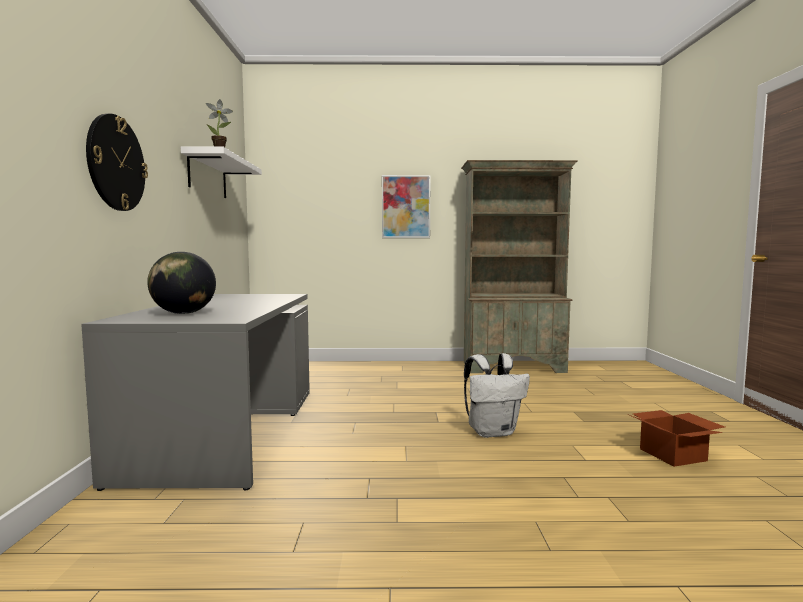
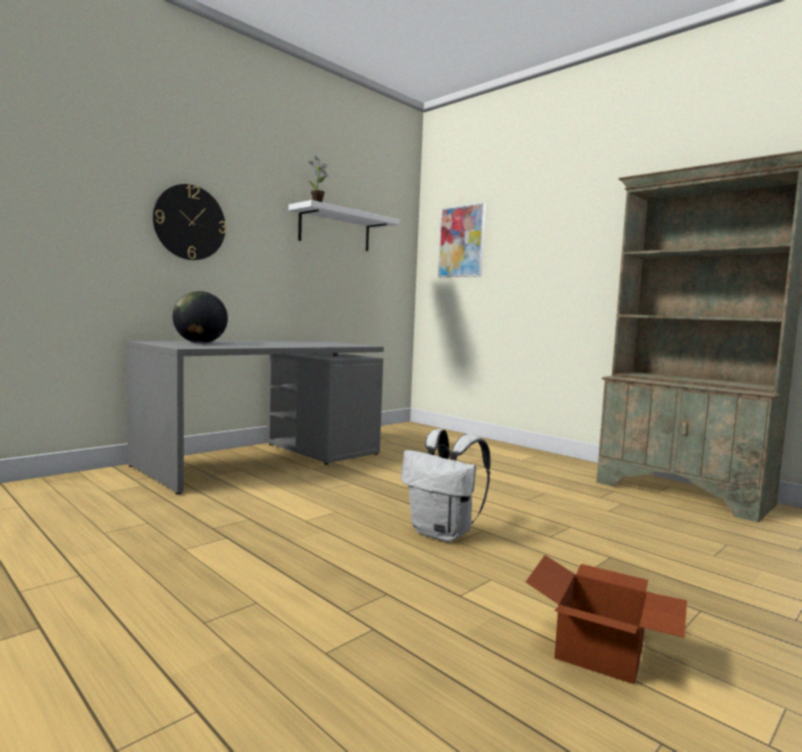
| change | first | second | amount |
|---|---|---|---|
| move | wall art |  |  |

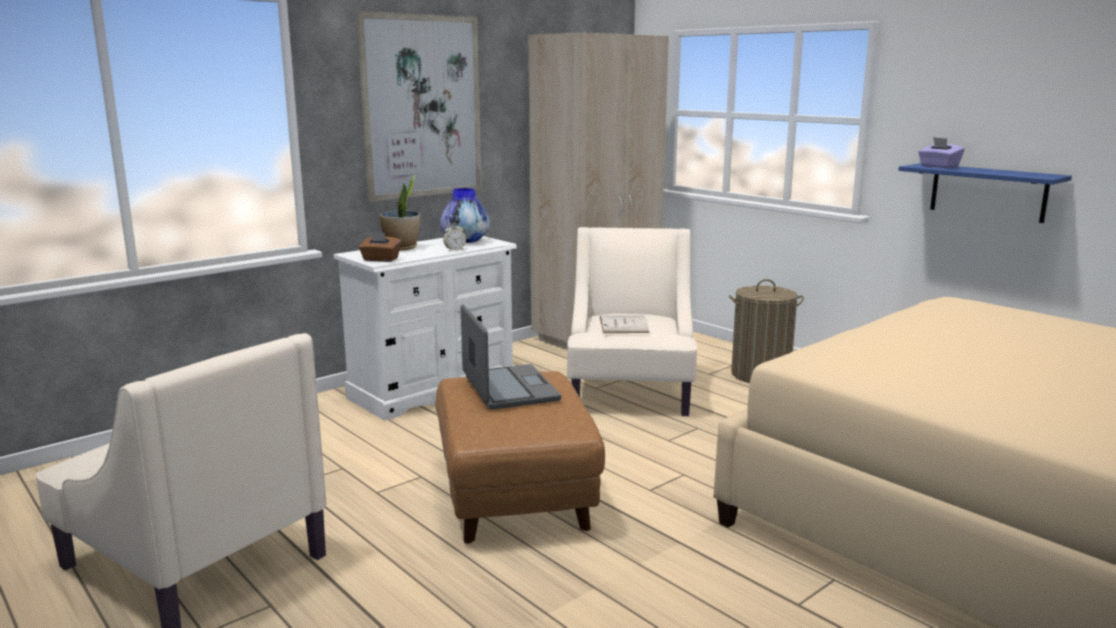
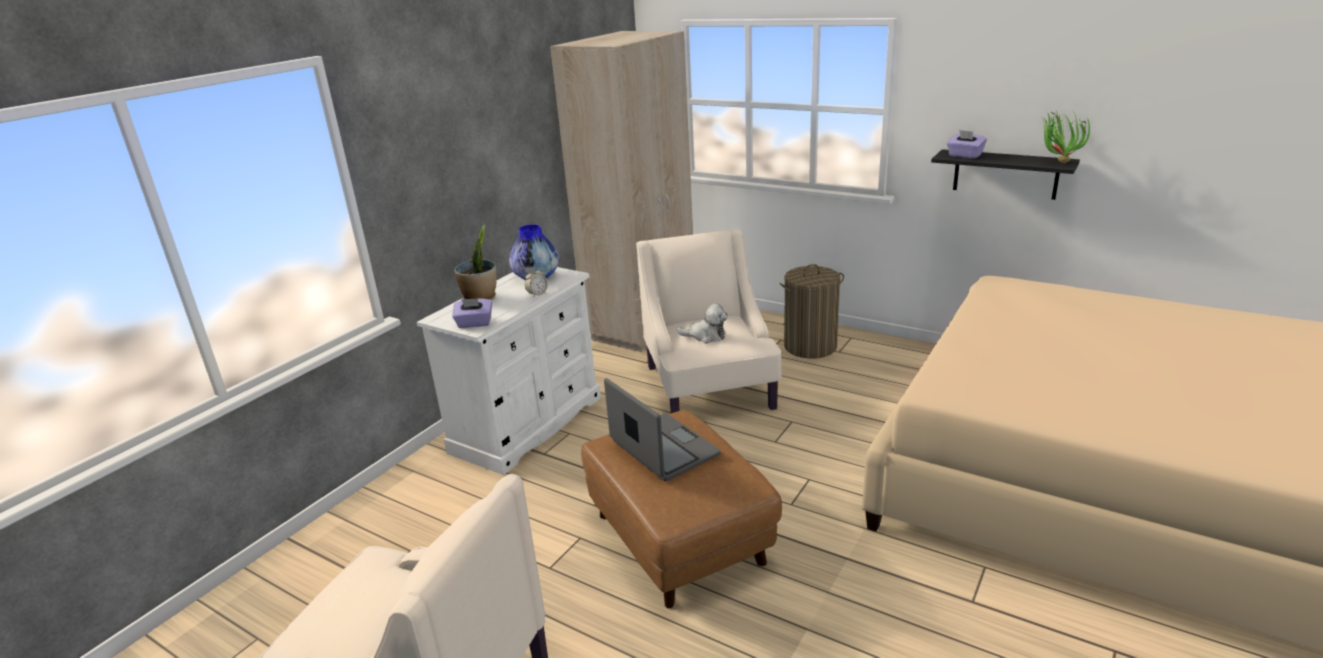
| change | first | second | amount |
|---|---|---|---|
| delete | wall art |  |  |
| recolor | brownish tissue holder | purple-coloured tissue holder (1st from left) |  |
| replace | whitish book | cuddly toy |  |
| recolor | blue-coloured bracket shelf | black-coloured bracket shelf |  |
| insert |  | houseplant (2nd from left) |  |

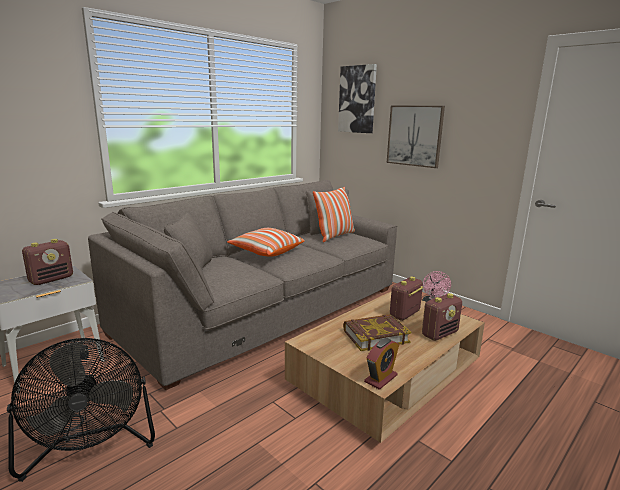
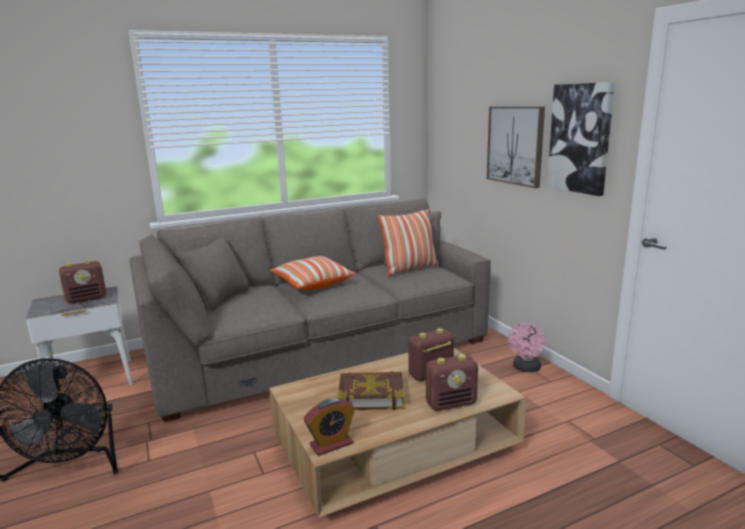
| change | first | second | amount |
|---|---|---|---|
| move | wall art (1st from left in the first image) | wall art (2nd from left) |  |

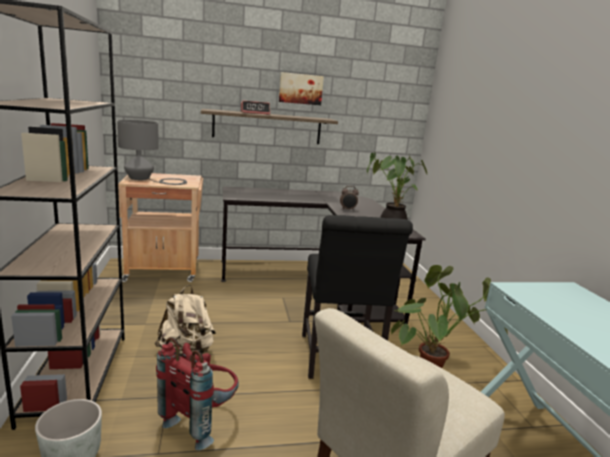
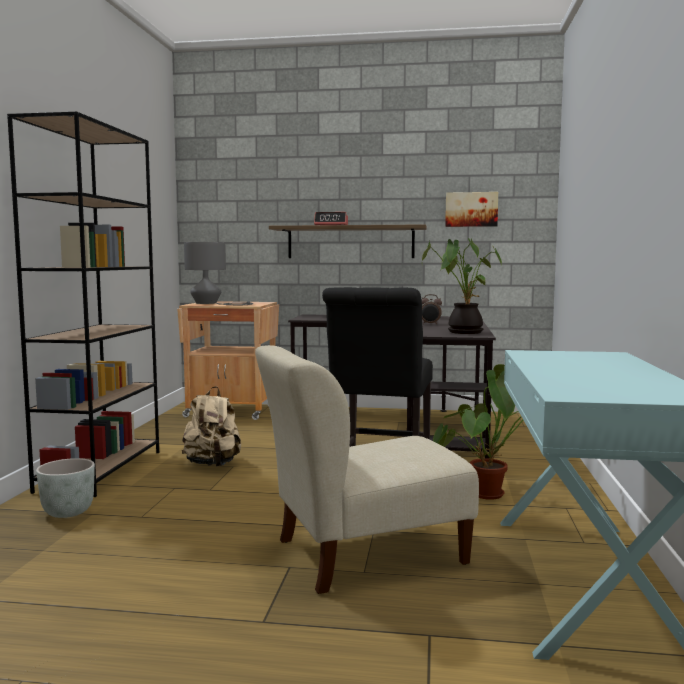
| change | first | second | amount |
|---|---|---|---|
| delete | red rucksack |  |  |
| move | wall art |  |  |

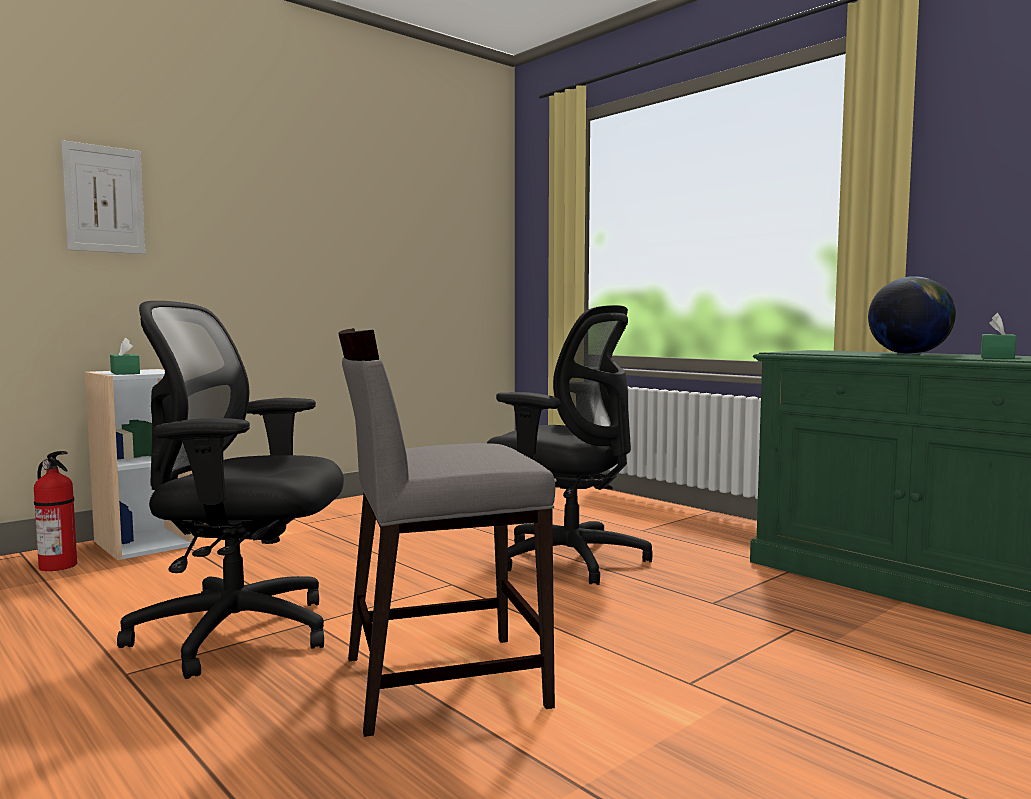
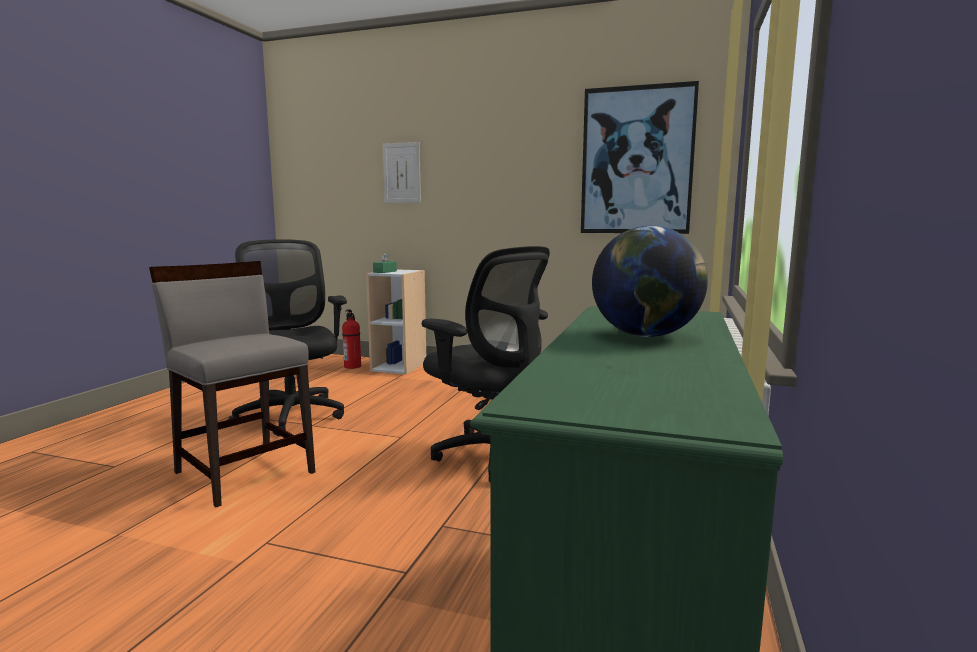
| change | first | second | amount |
|---|---|---|---|
| rotate | black-coloured office chair (2nd from left) |  | 45 degrees counterclockwise |
| delete | greenish tissue holder (2nd from left) |  |  |
| insert |  | wall art (2nd from left) |  |

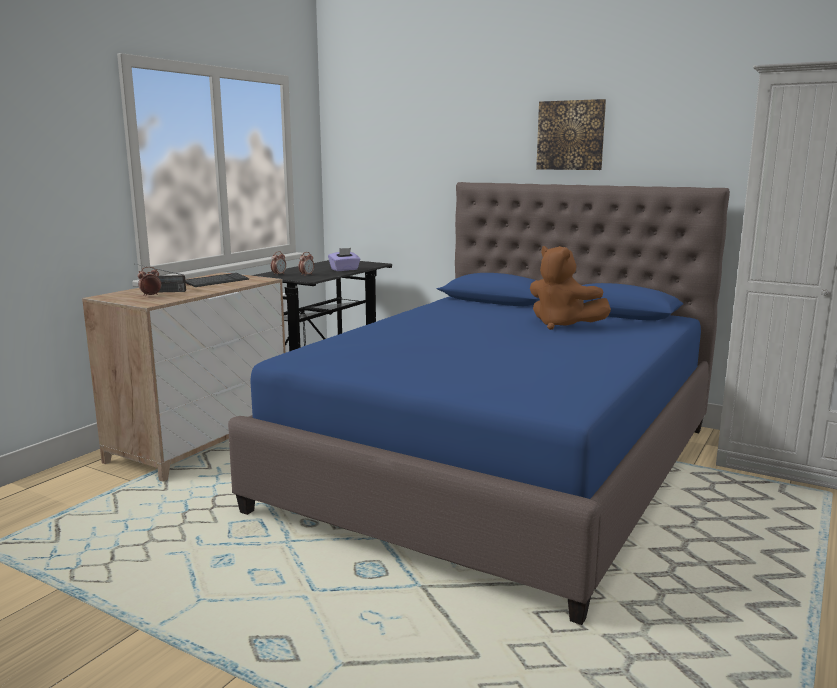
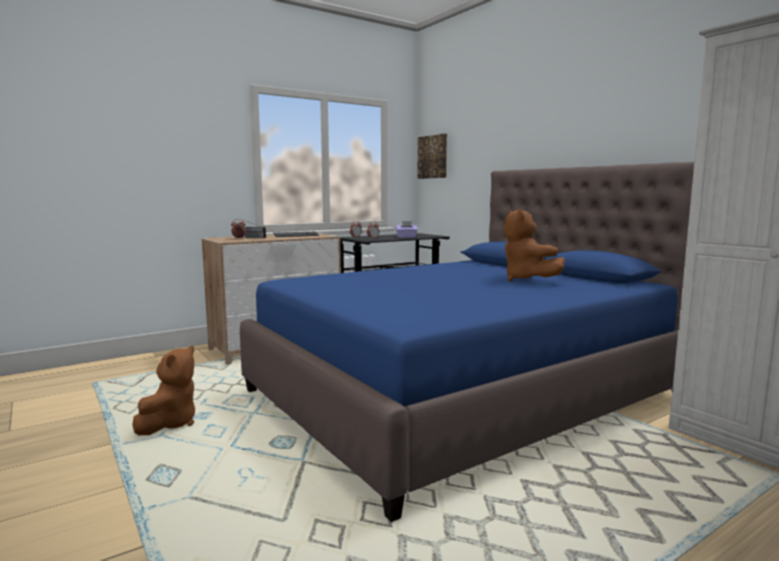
| change | first | second | amount |
|---|---|---|---|
| move | wall art |  |  |
| insert |  | brownish cuddly toy (1st from left) |  |

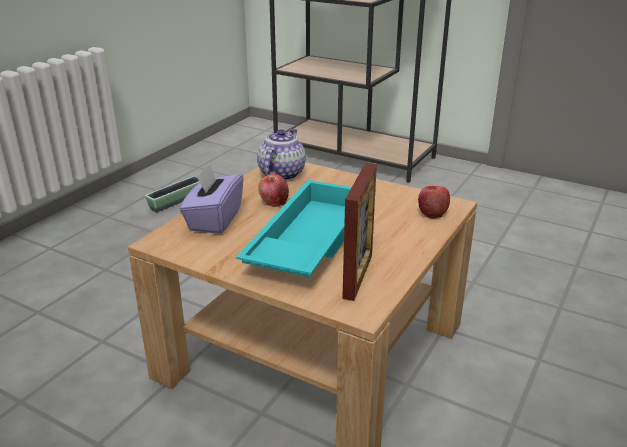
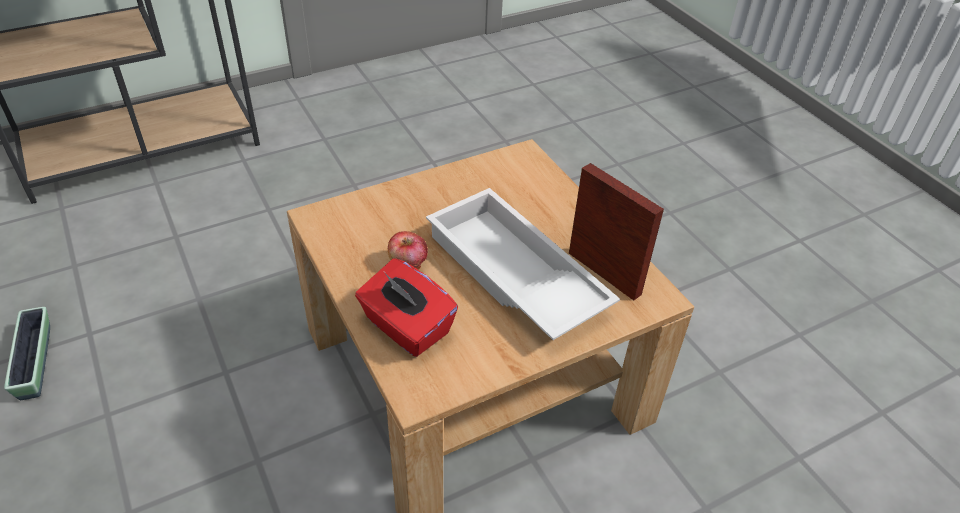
| change | first | second | amount |
|---|---|---|---|
| recolor | purple-coloured tissue holder | red tissue holder |  |
| recolor | blue-green tray | whitish tray |  |
| delete | teapot |  |  |
| delete | whole apple (2nd from left) |  |  |

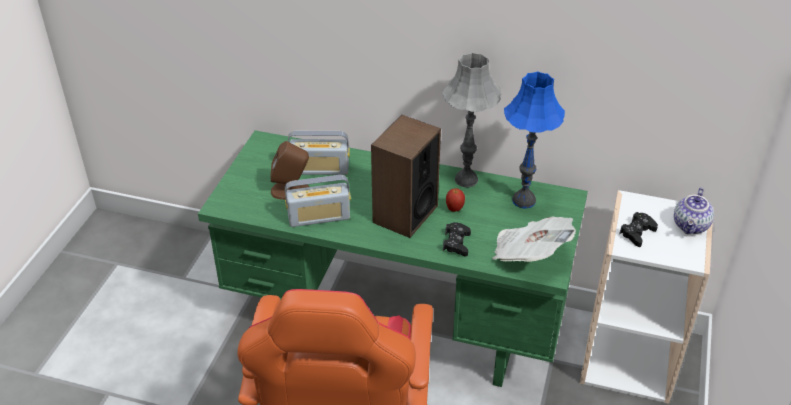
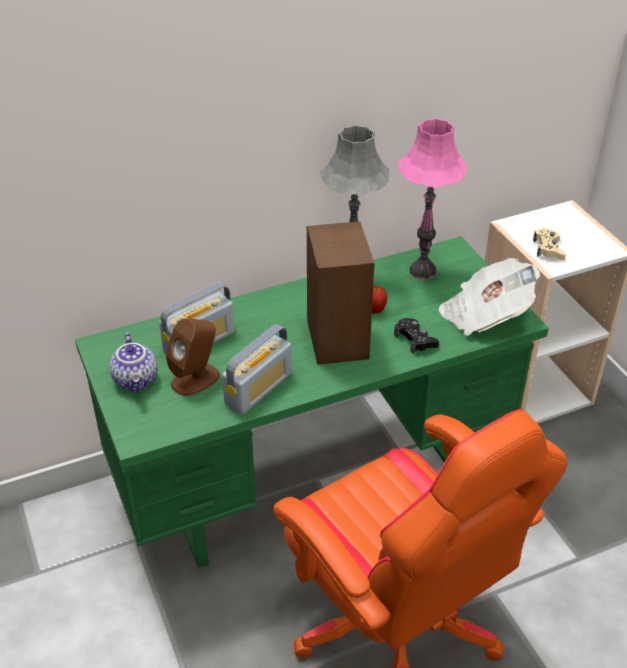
| change | first | second | amount |
|---|---|---|---|
| recolor | blue-coloured lamp for a table | pink lamp for a table |  |
| recolor | black-coloured joypad (2nd from left) | beige-coloured joypad |  |
| move | teapot |  |  |

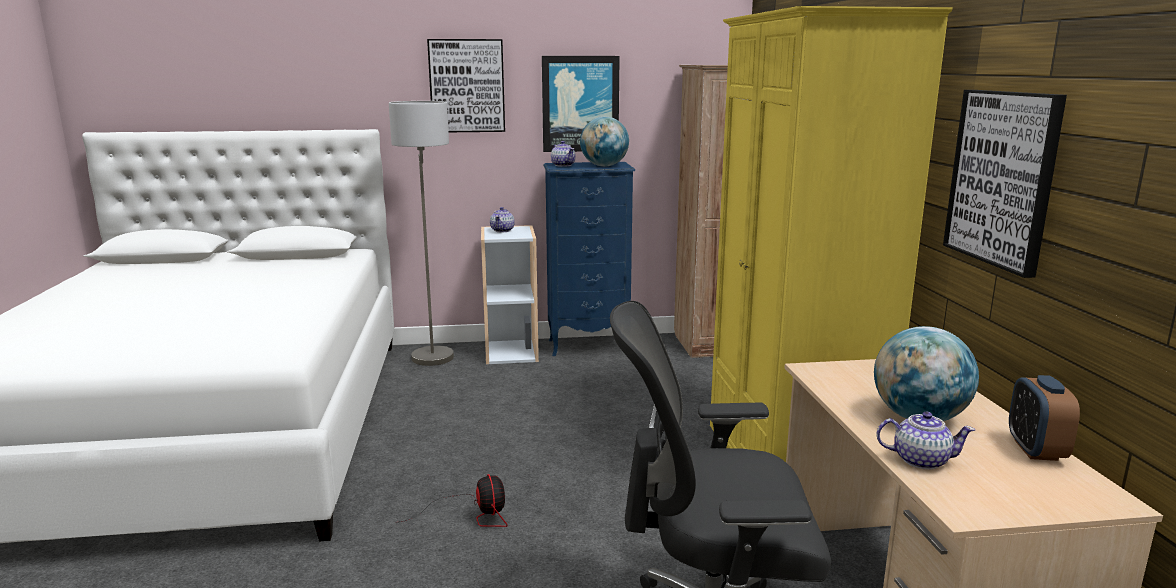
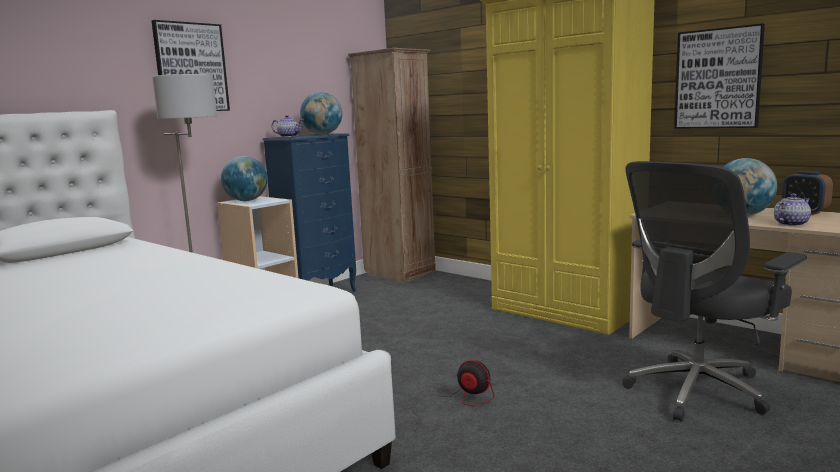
| change | first | second | amount |
|---|---|---|---|
| replace | teapot (1st from left) | desk globe (1st from left) |  |
| delete | wall art (2nd from left) |  |  |

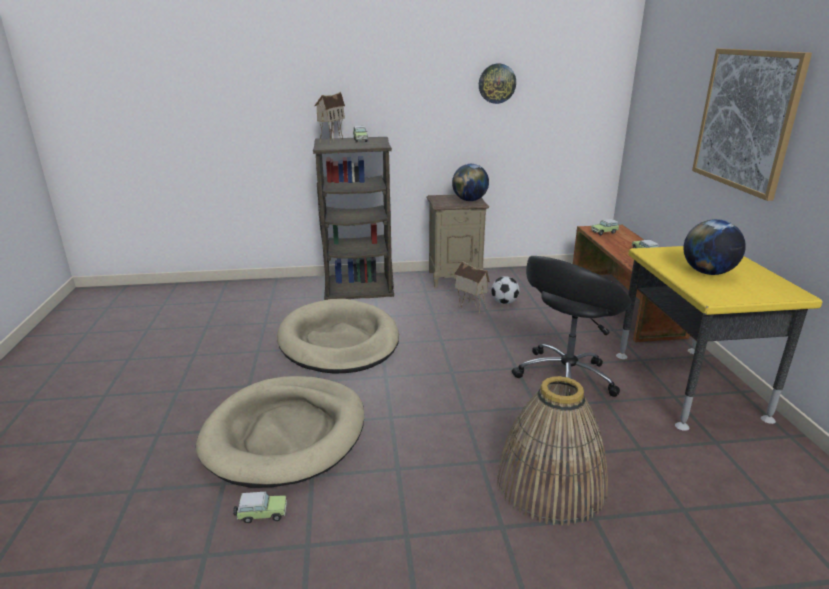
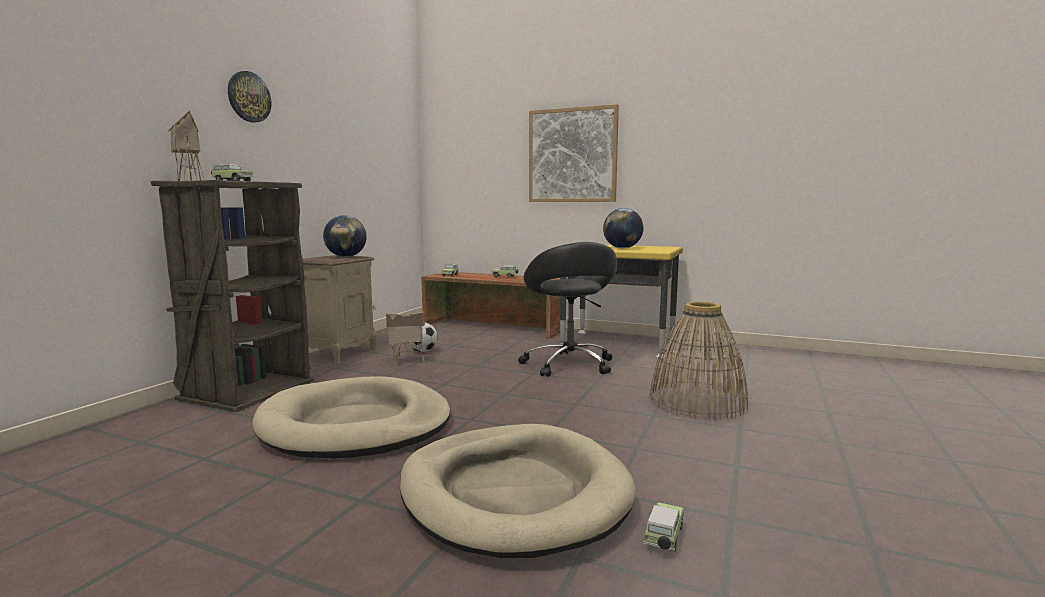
| change | first | second | amount |
|---|---|---|---|
| move | wall clock |  |  |

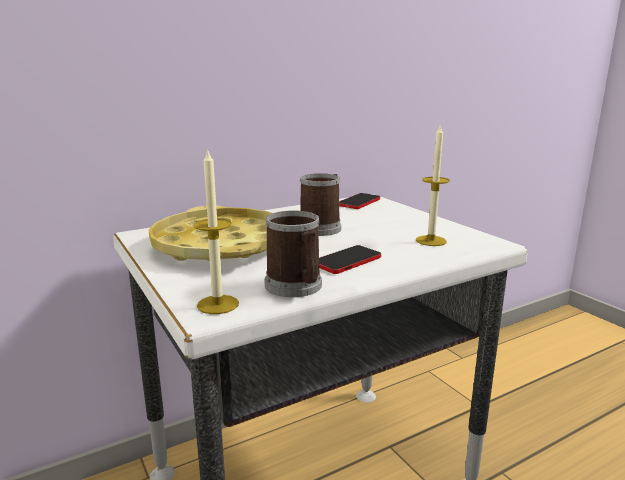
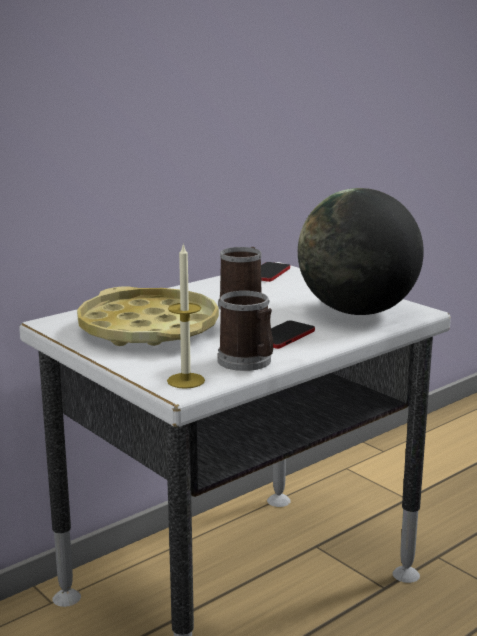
| change | first | second | amount |
|---|---|---|---|
| replace | wax candle (2nd from left) | desk globe |  |

